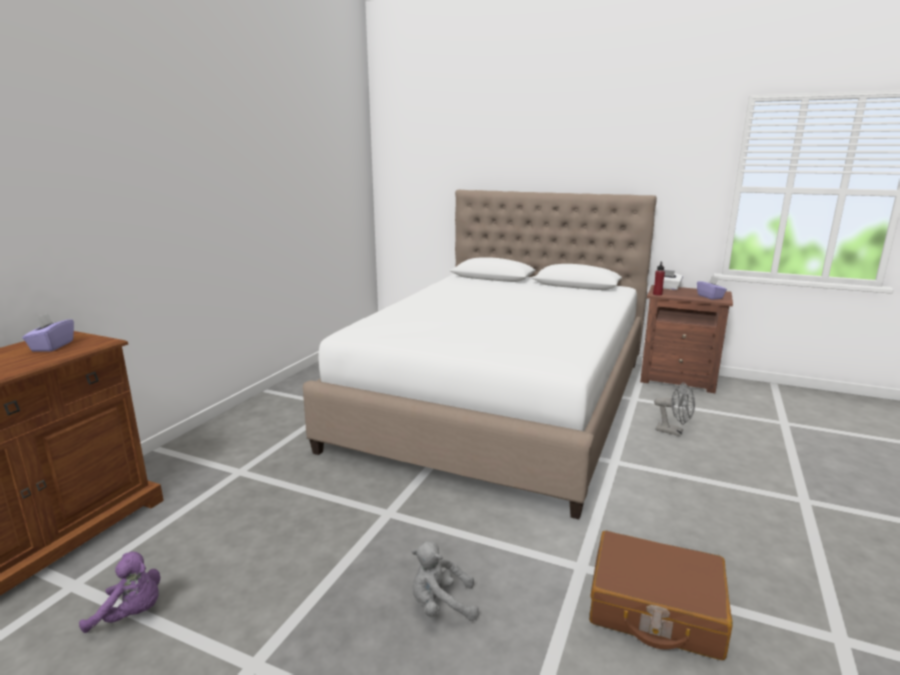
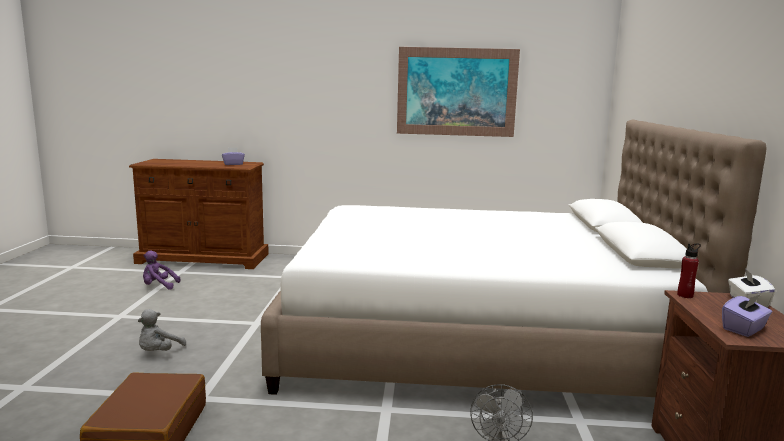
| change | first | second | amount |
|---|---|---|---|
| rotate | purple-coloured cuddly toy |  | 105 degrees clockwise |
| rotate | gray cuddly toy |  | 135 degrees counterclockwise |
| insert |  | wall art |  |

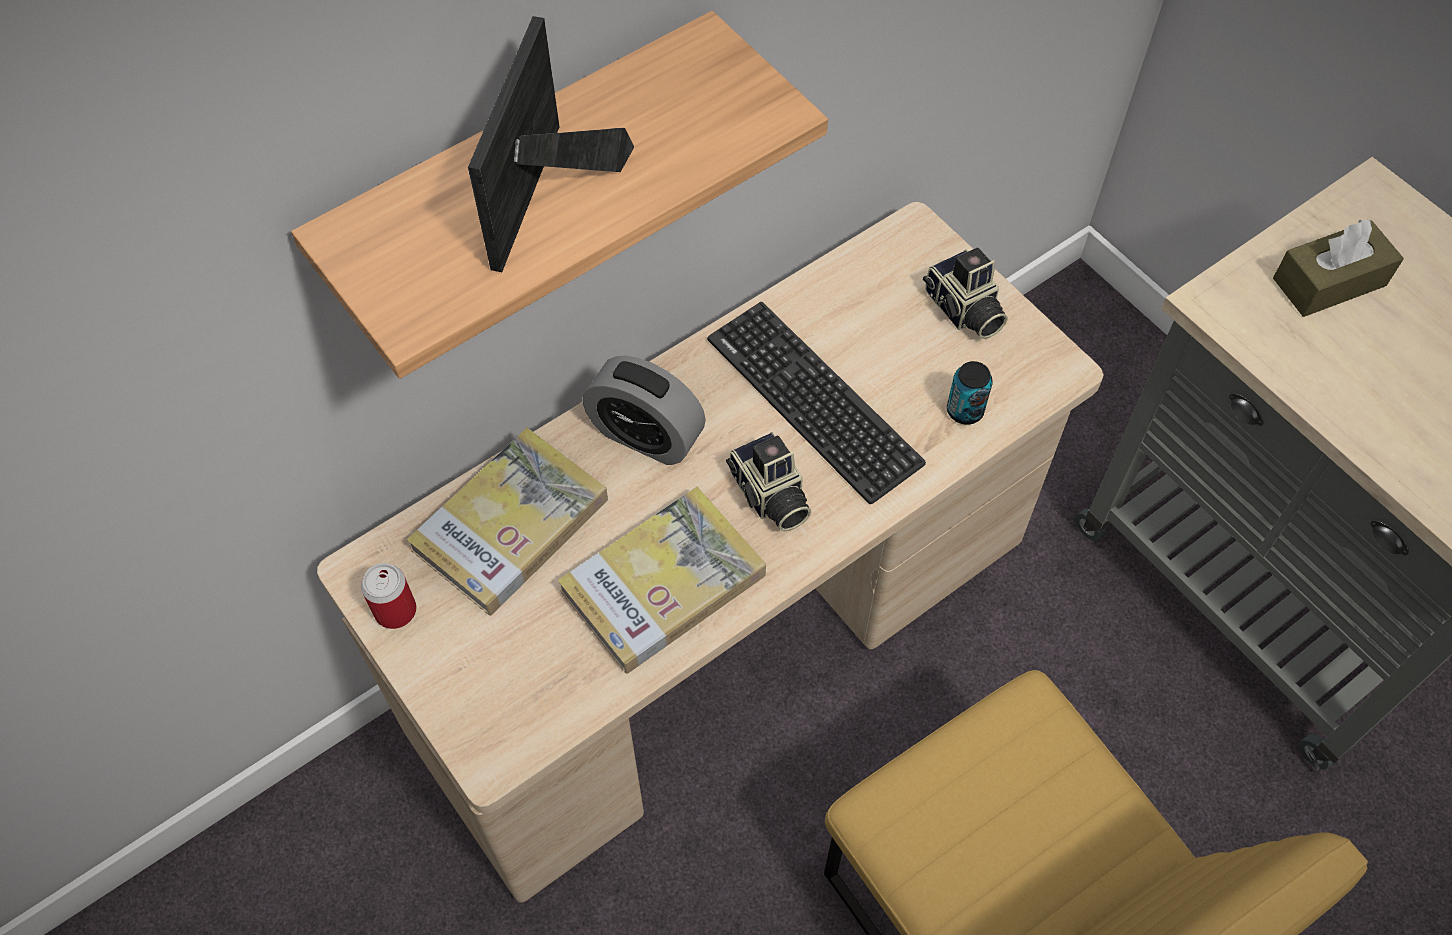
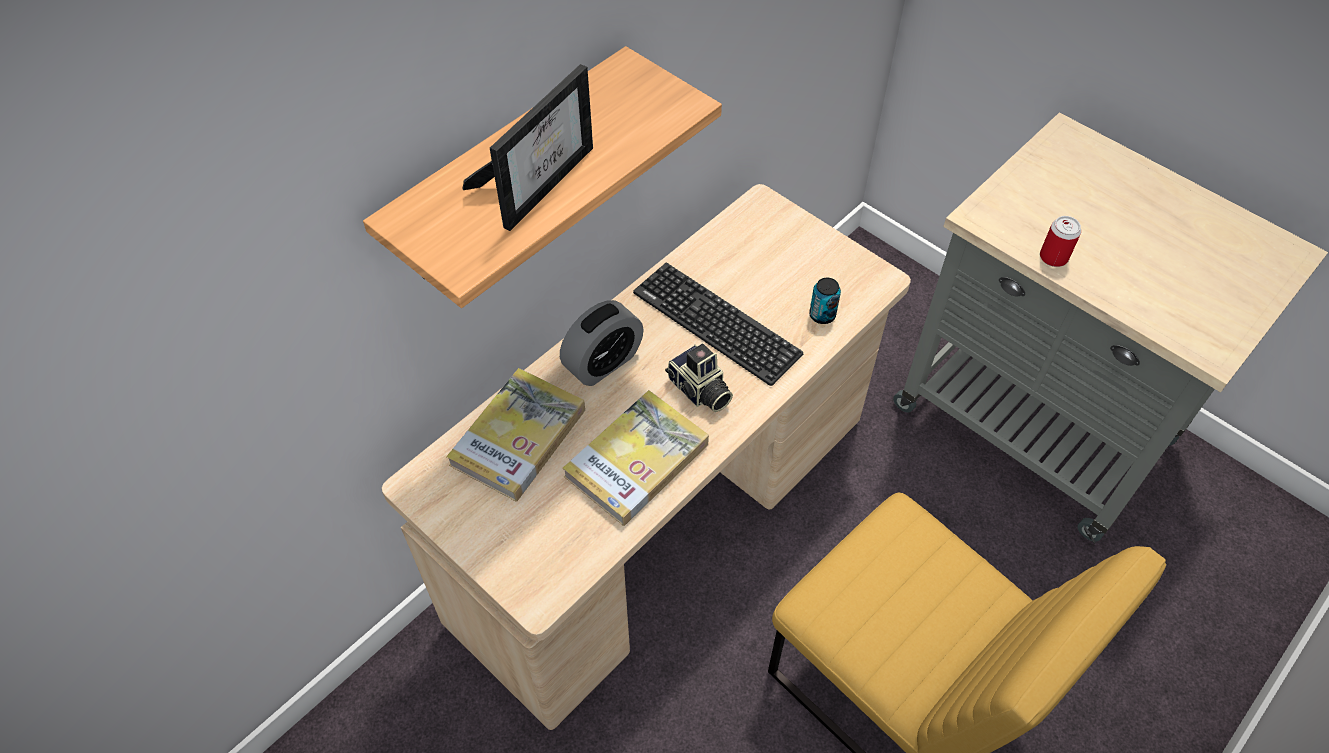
| change | first | second | amount |
|---|---|---|---|
| move | metal can (1st from left in the first image) | metal can (2nd from left) |  |
| rotate | picture frame |  | 150 degrees counterclockwise |
| rotate | bedside clock |  | 60 degrees counterclockwise |
| delete | still camera (2nd from left) |  |  |
| delete | brownish tissue holder |  |  |

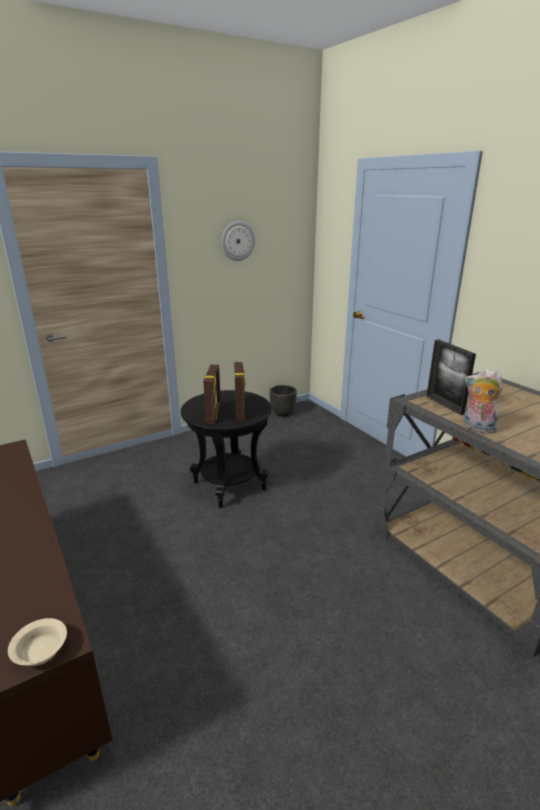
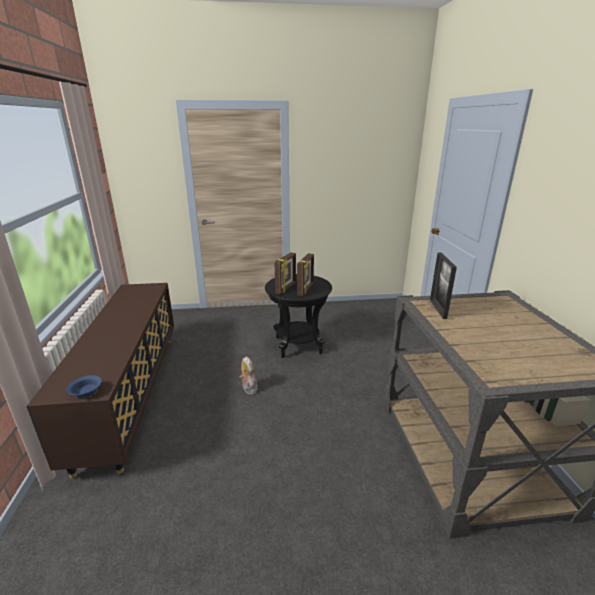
| change | first | second | amount |
|---|---|---|---|
| recolor | beige-coloured deep dish | blue-coloured deep dish |  |
| delete | wall clock |  |  |
| delete | black-coloured plant pot |  |  |
| move | cuddly toy |  |  |

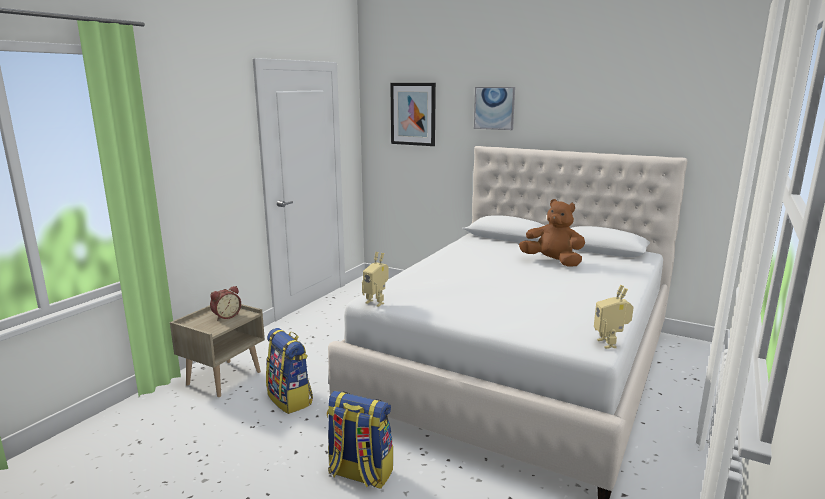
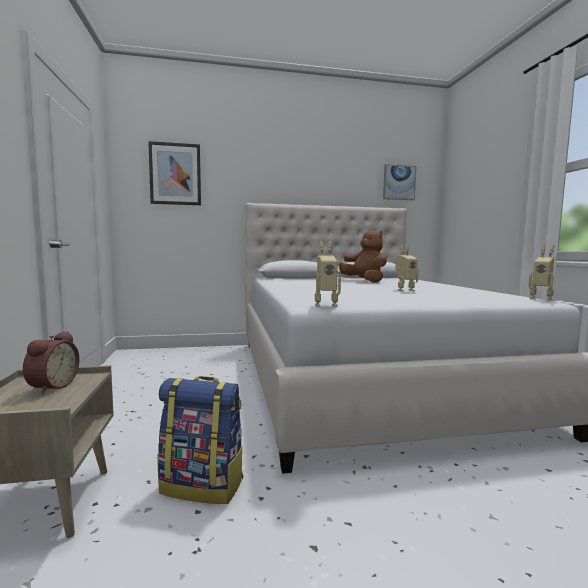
| change | first | second | amount |
|---|---|---|---|
| delete | rucksack (2nd from left) |  |  |
| move | wall art (2nd from left) |  |  |
| rotate | brownish cuddly toy |  | 60 degrees clockwise |
| insert |  | toy robot (2nd from left) |  |

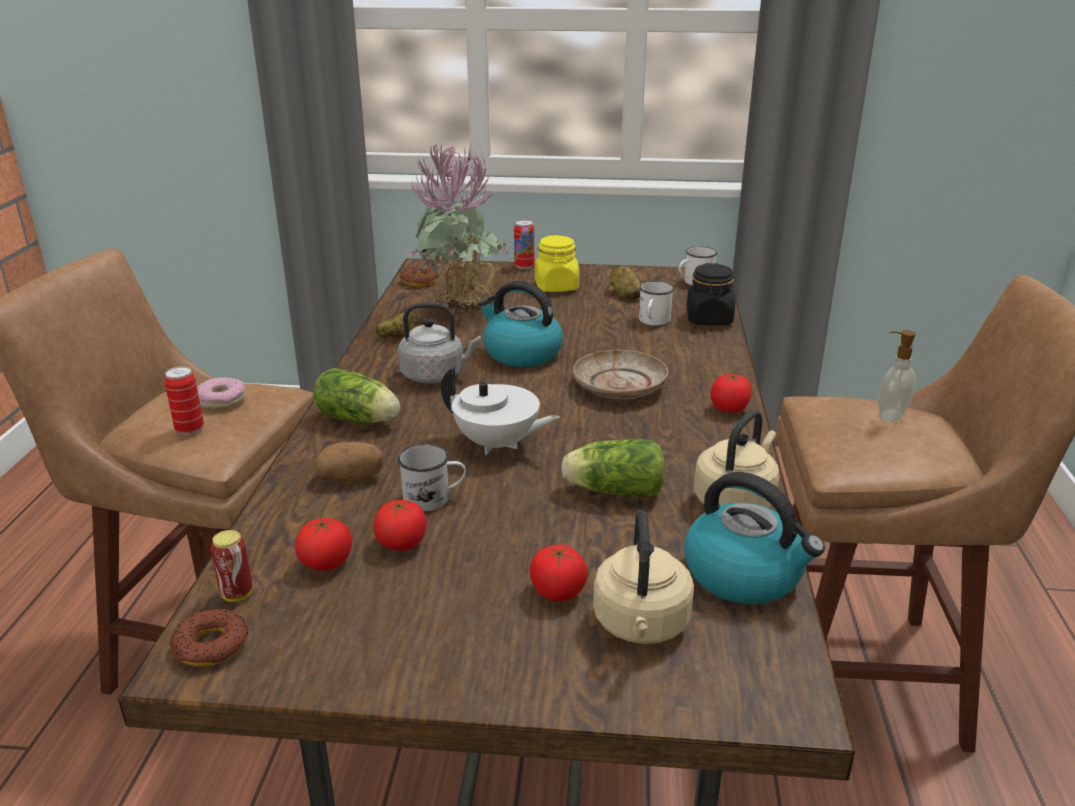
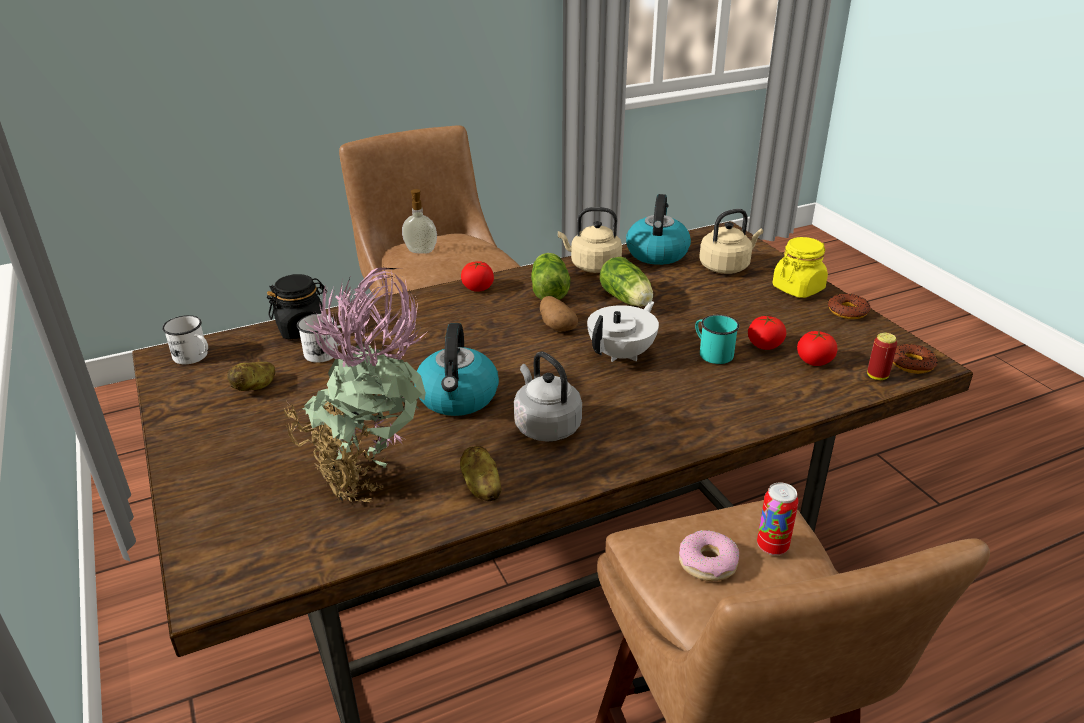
| change | first | second | amount |
|---|---|---|---|
| move | lettuce head (1st from left) |  |  |
| move | spud (1st from left in the first image) | spud (3rd from left) |  |
| recolor | whitish tea mug (1st from left) | blue-green tea mug |  |
| move | ring doughnut (3rd from left in the first image) | ring doughnut (2nd from left) |  |
| rotate | whitish teapot |  | 45 degrees clockwise |
| delete | metal can (3rd from left) |  |  |
| delete | tomato (3rd from left) |  |  |
| move | yellow-coloured storage jar |  |  |
| delete | beige-coloured plate |  |  |

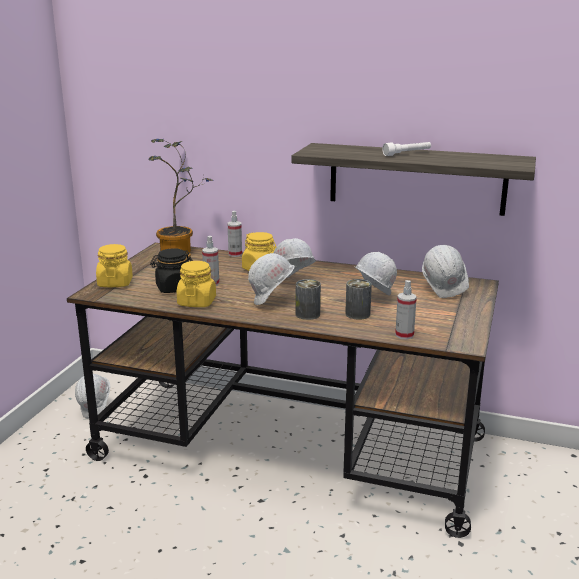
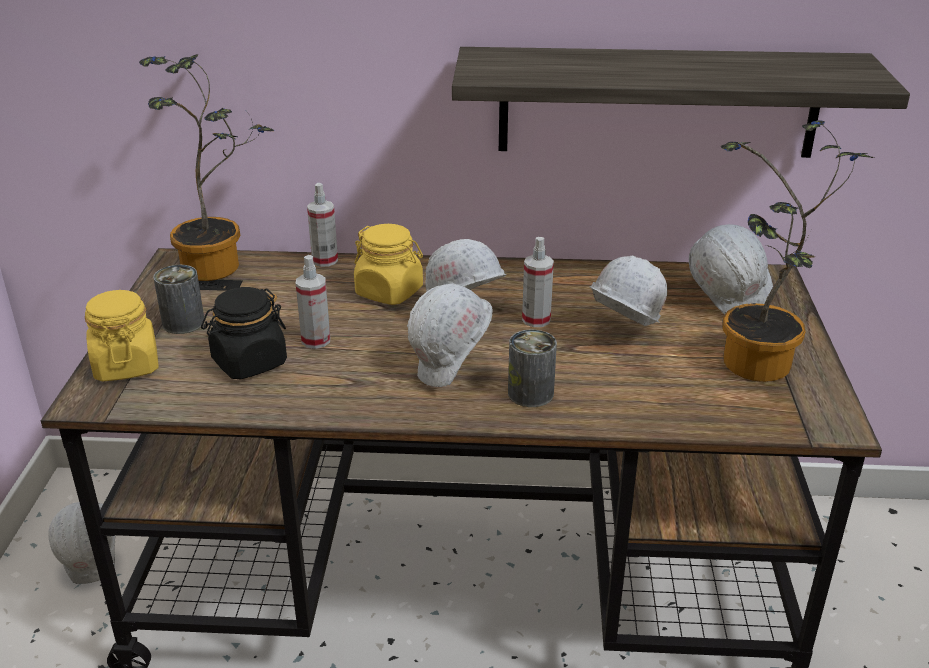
| change | first | second | amount |
|---|---|---|---|
| delete | yellow-coloured storage jar (2nd from left) |  |  |
| move | metal can (2nd from left in the first image) | metal can (1st from left) |  |
| delete | whitish flashlight |  |  |
| move | sprayer (3rd from left) |  |  |
| insert |  | houseplant (2nd from left) |  |

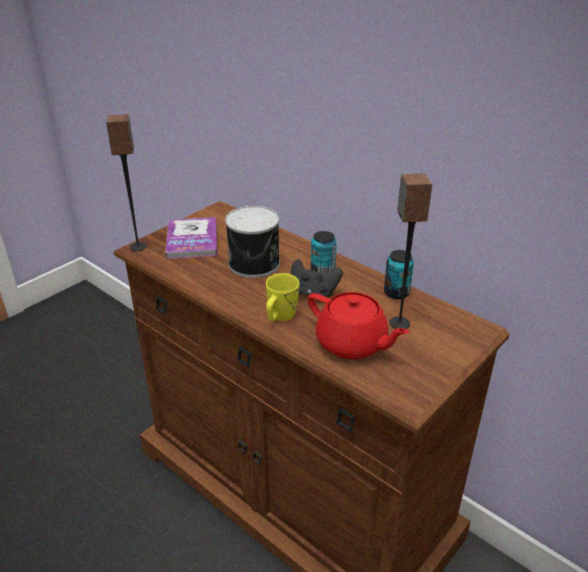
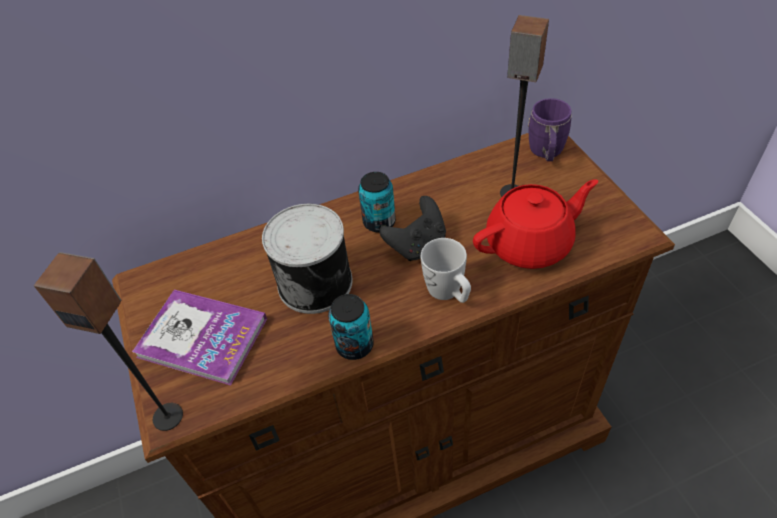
| change | first | second | amount |
|---|---|---|---|
| recolor | yellow-coloured tea mug | whitish tea mug |  |
| move | metal can (3rd from left in the first image) | metal can (2nd from left) |  |
| insert |  | purple-coloured tea mug |  |

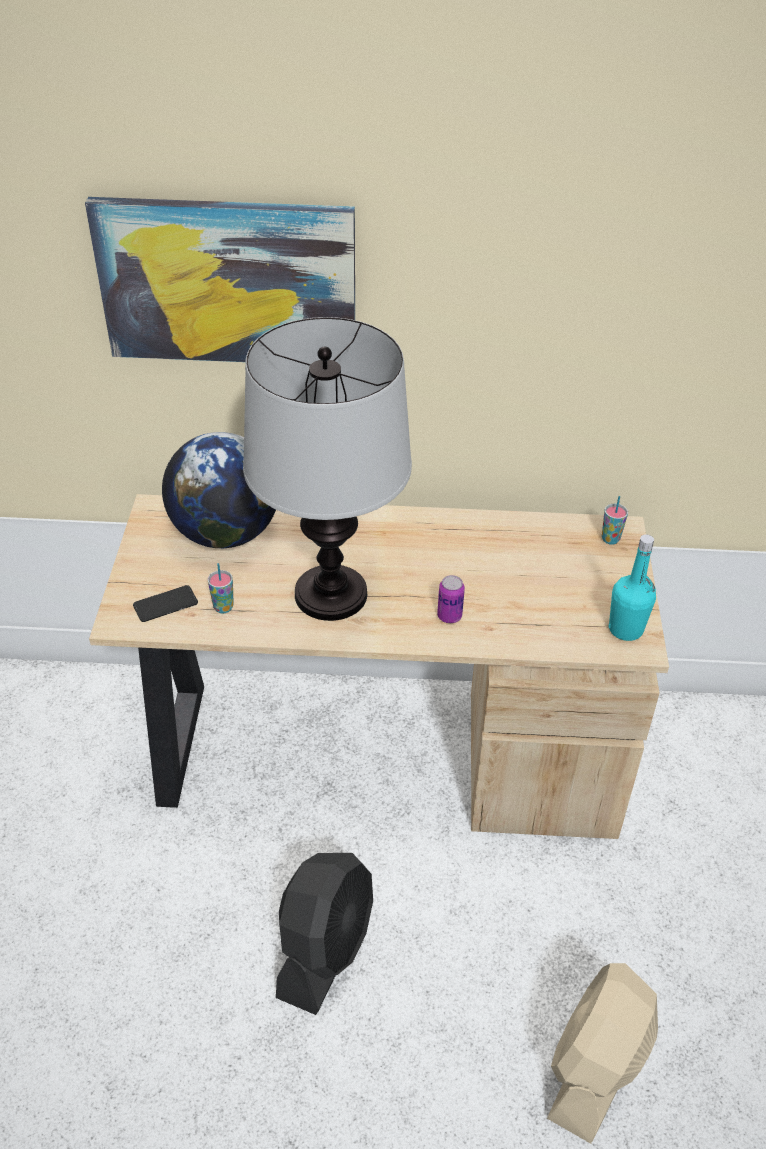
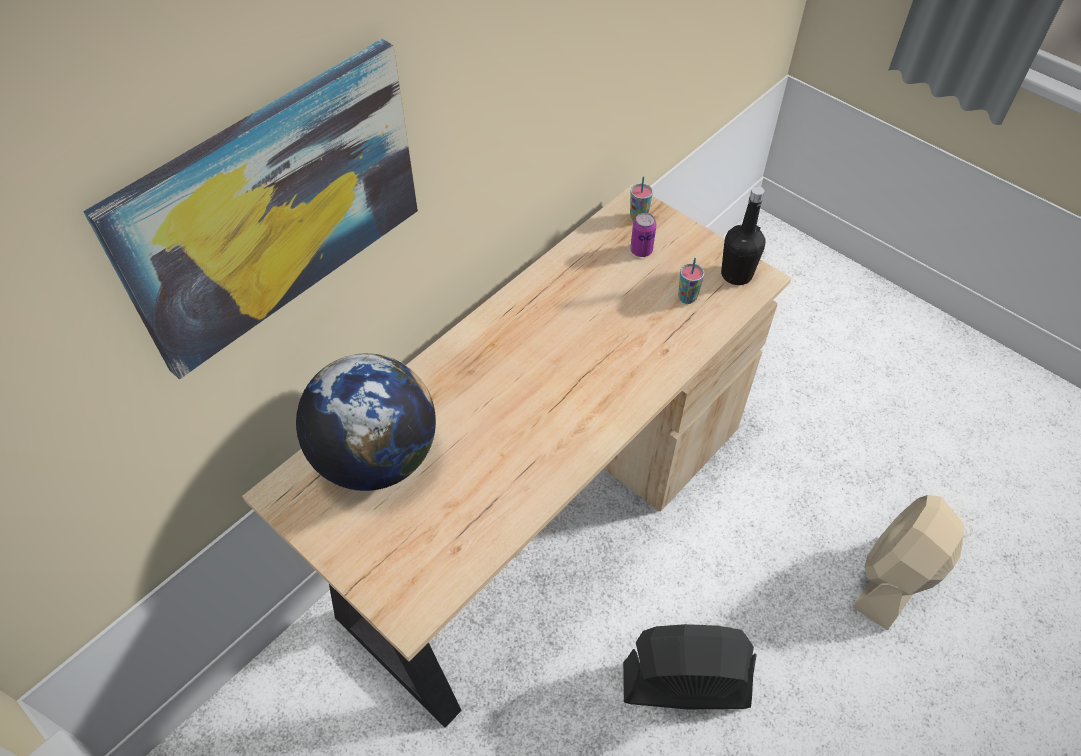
| change | first | second | amount |
|---|---|---|---|
| delete | telephone |  |  |
| move | cup (1st from left in the first image) | cup (2nd from left) |  |
| delete | lamp for a table |  |  |
| rotate | black-coloured fan |  | 60 degrees counterclockwise |
| move | metal can |  |  |
| rotate | beige-coloured fan |  | 60 degrees clockwise |
| recolor | blue-green beverage bottle | black-coloured beverage bottle |  |

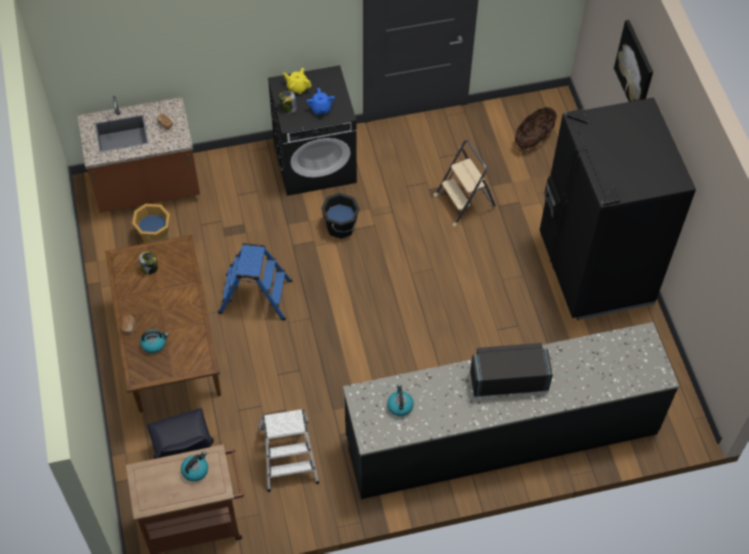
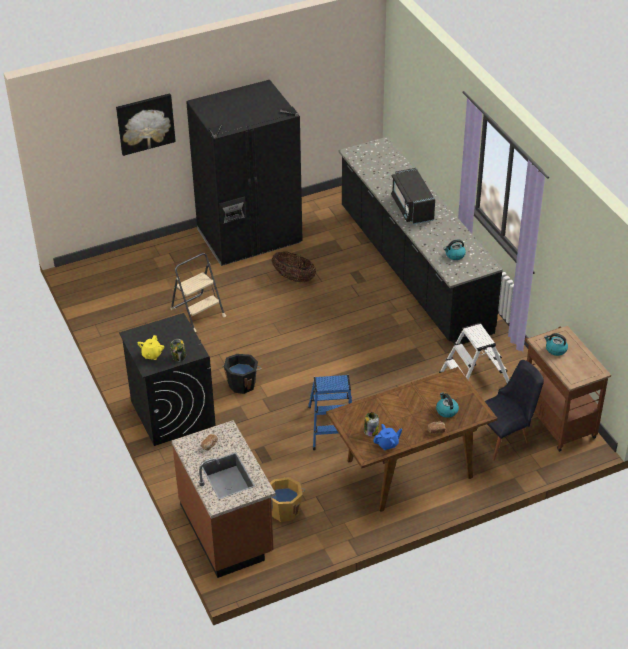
| change | first | second | amount |
|---|---|---|---|
| move | blue-coloured teapot |  |  |
| move | household basket |  |  |

